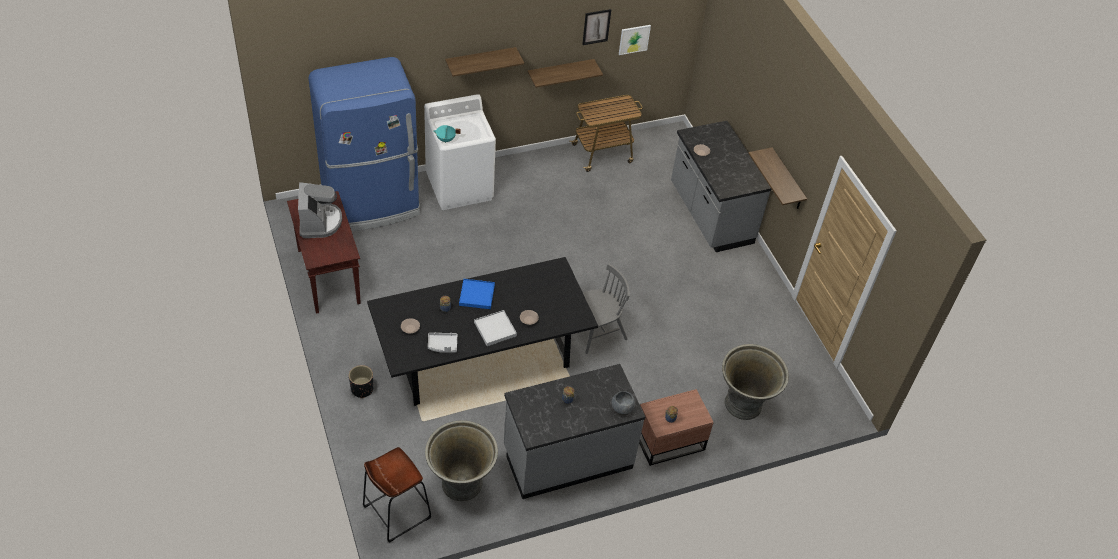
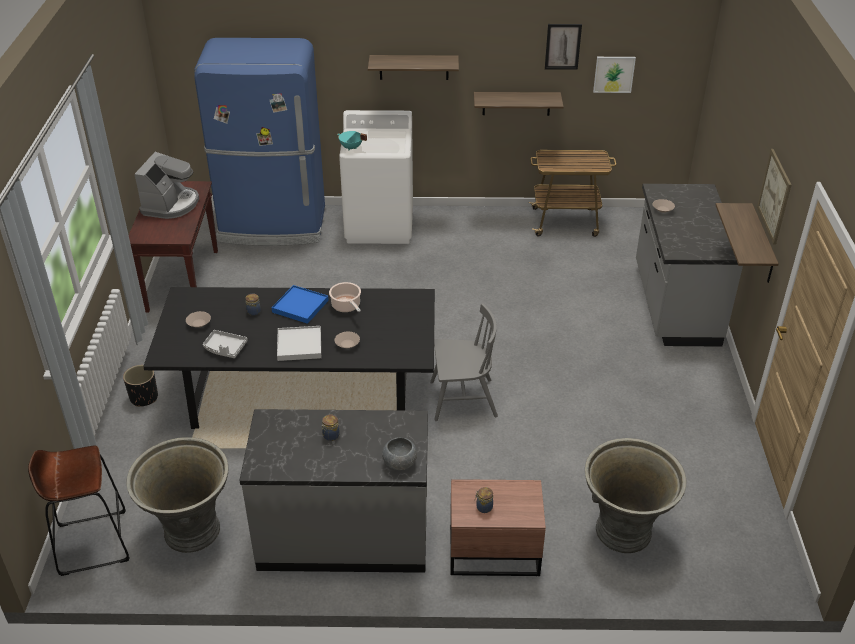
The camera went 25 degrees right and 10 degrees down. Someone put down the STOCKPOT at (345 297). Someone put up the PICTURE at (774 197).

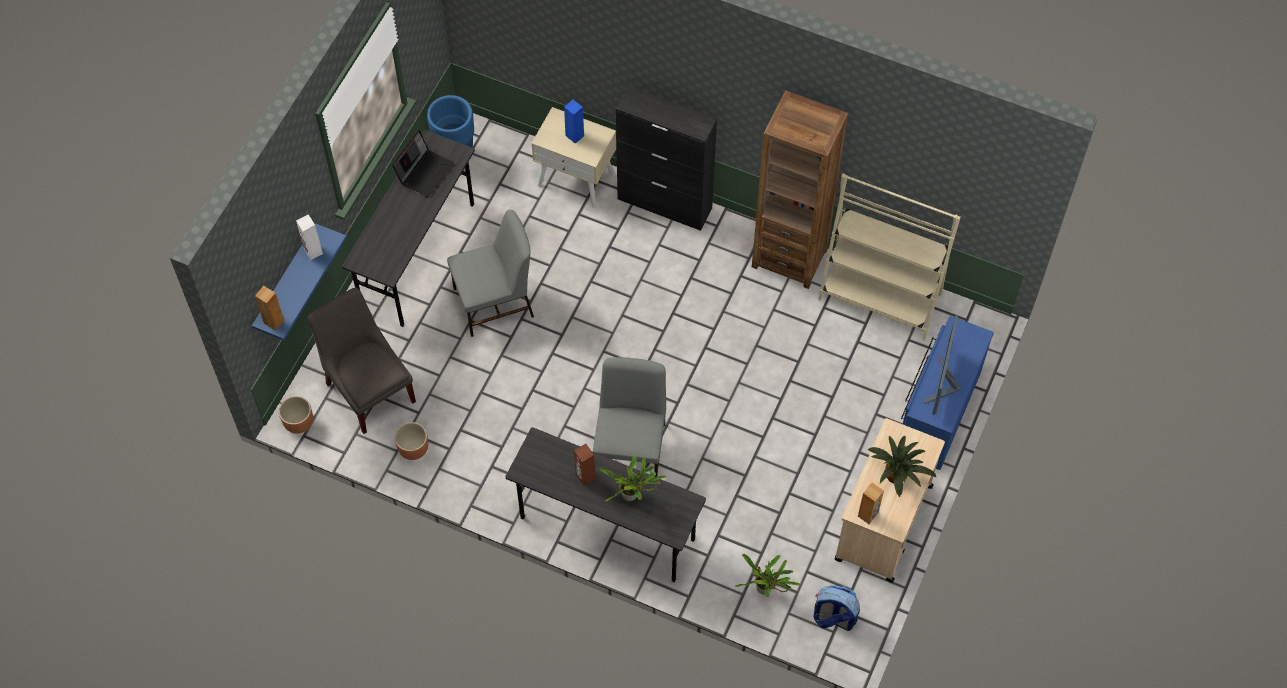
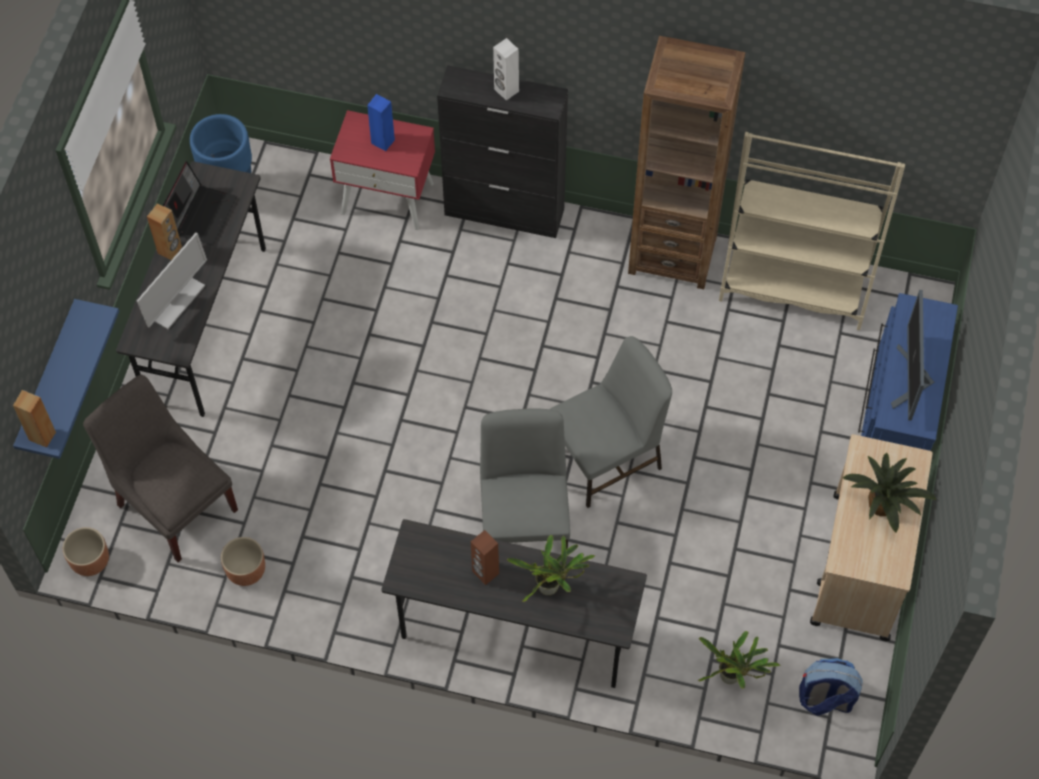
The camera went 10 degrees left and 0 degrees up. Someone carried the WHITISH SPEAKER from (309 237) to (506 69). Someone carried the GREYISH UPRIGHT CHAIR from (490 273) to (611 422). Someone repainted the BEIGE NIGHTSTAND at (574 157), which became the RED-COLOURED NIGHTSTAND at (382 170). Someone carried the BROWNISH SPEAKER from (871 503) to (164 232). Someone put down the MONITOR at (172 281).

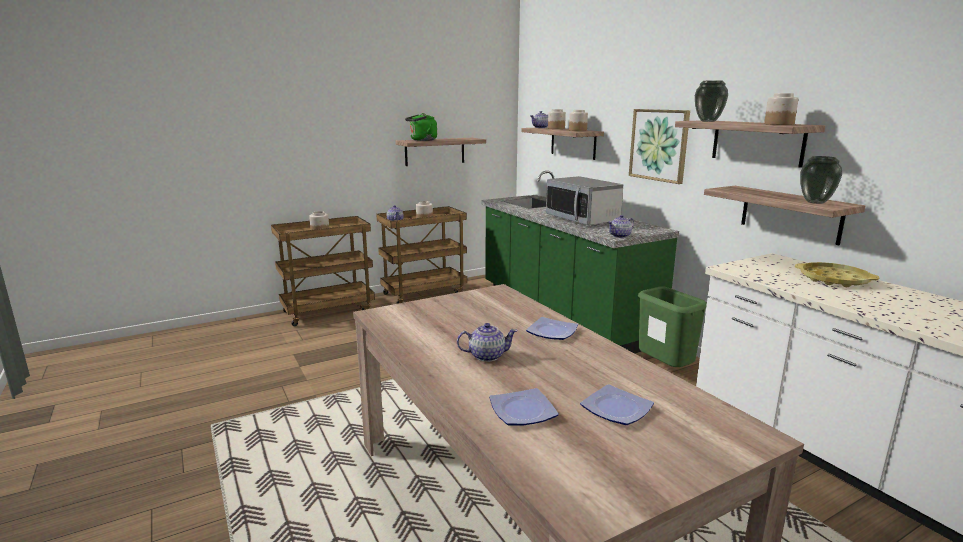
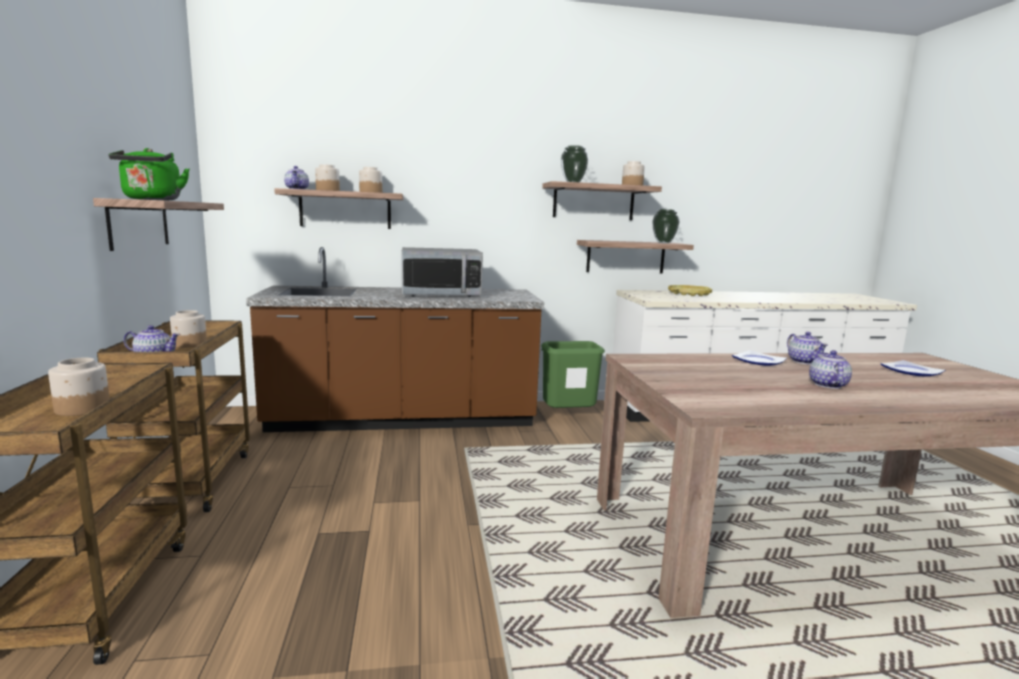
The camera went 70 degrees left and 5 degrees down. Someone repainted the GREENISH KITCHEN BASE UNIT at (580 262), which became the BROWNISH KITCHEN BASE UNIT at (395 339). Someone took away the PLATE at (524 407). Someone carried the TEA POT from (621 226) to (807 348). Someone took away the PICTURE at (659 146).

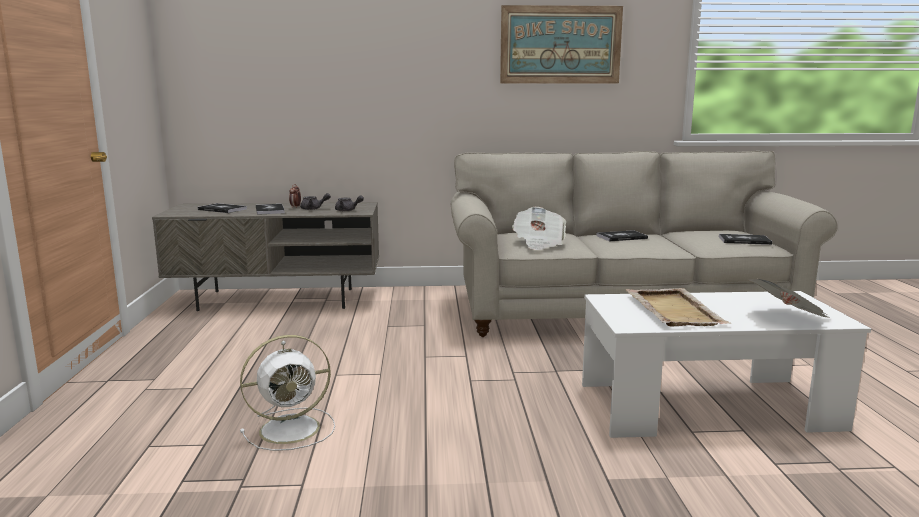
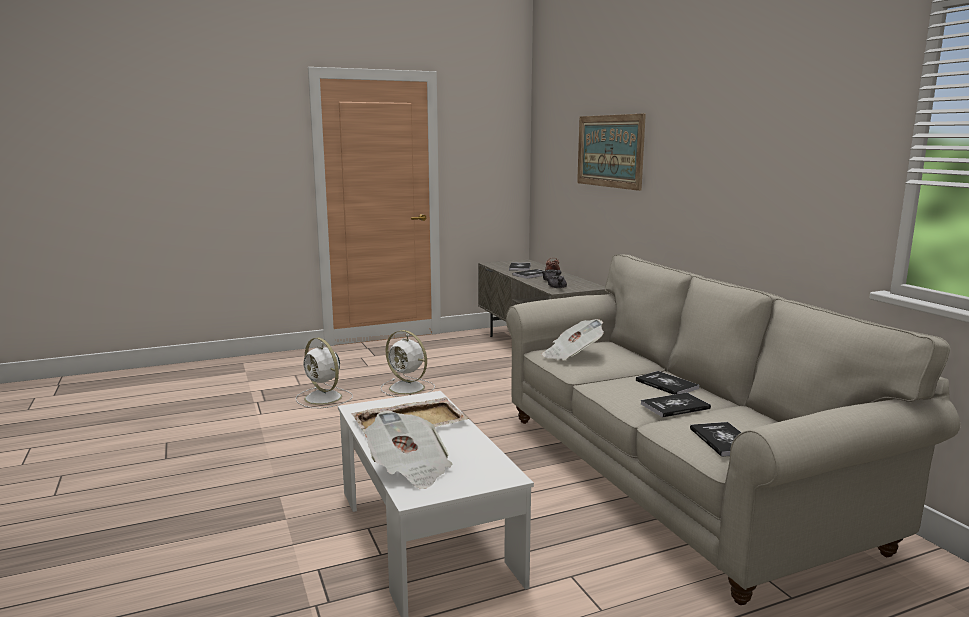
The camera went 70 degrees right and 0 degrees up. Someone carried the PICTURE from (561 44) to (611 152). Someone put down the WHITISH COOLING FAN at (408 363). Someone put down the VOLUME at (676 405).

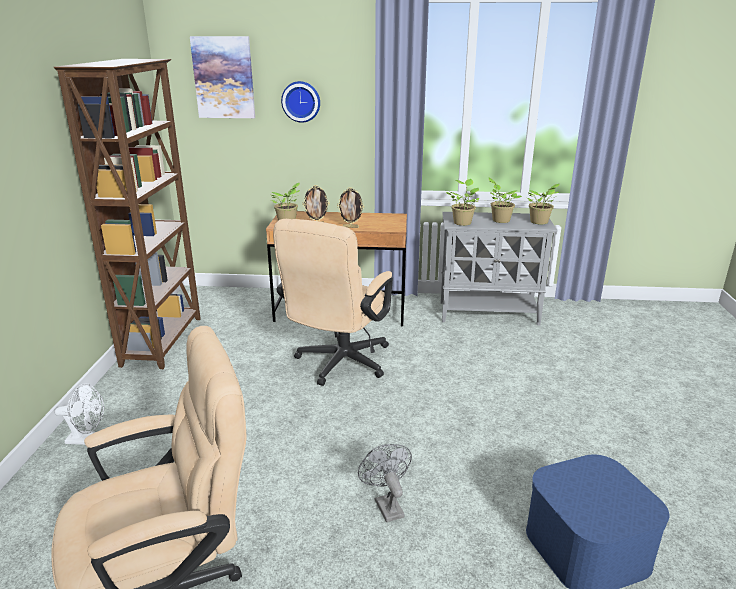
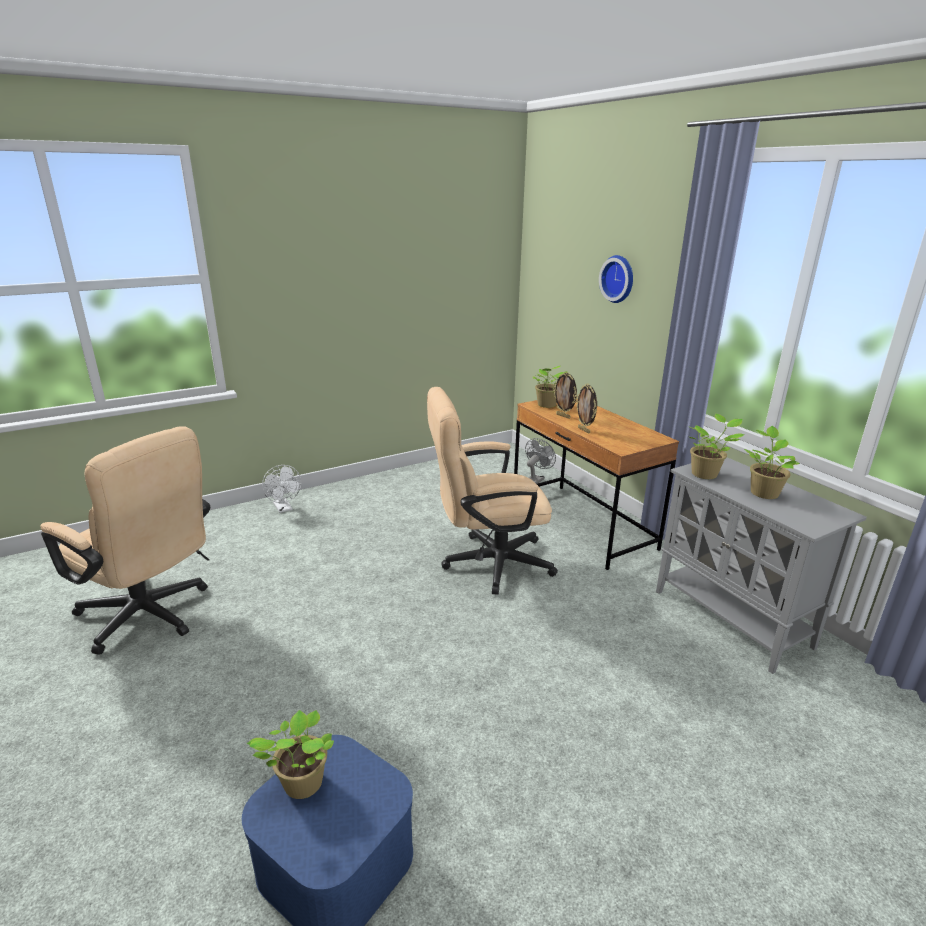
The camera went 55 degrees right and 0 degrees up. Someone took away the BROWNISH BOOKSHELF at (127 214). Someone took away the PICTURE at (222 77). Someone carried the GREYISH COOLING FAN from (385 483) to (540 461). Someone carried the PLANT IN A POT from (543 204) to (290 754).

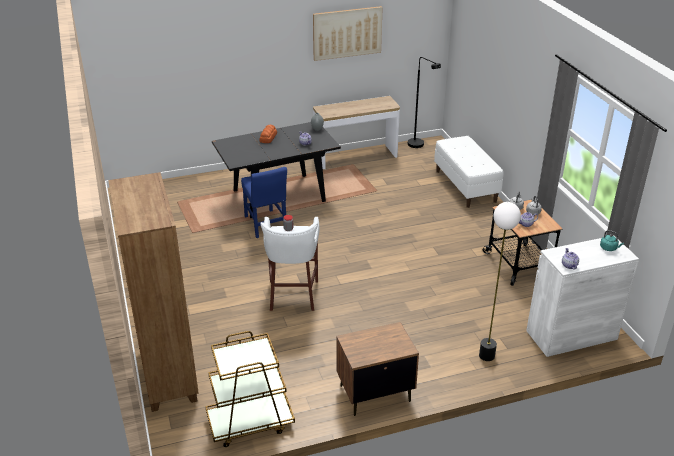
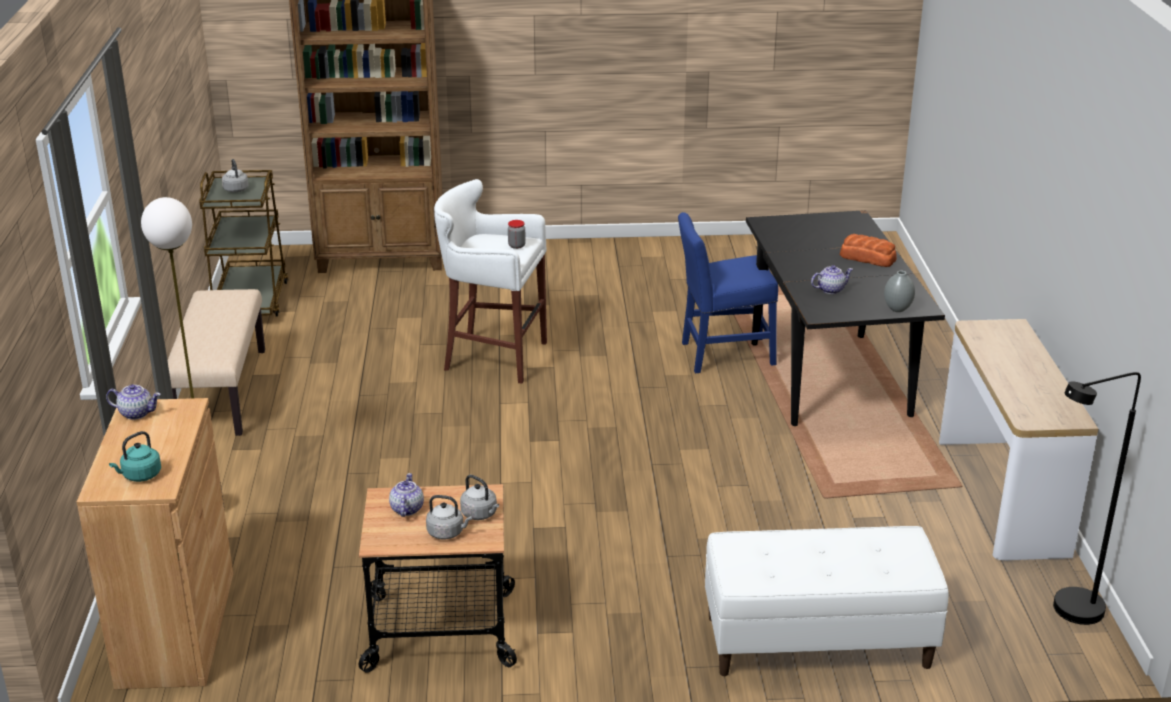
The camera went 105 degrees right and 5 degrees down. Someone took away the PICTURE at (348 33). Someone swapped the BROWNISH NIGHTSTAND at (377 369) for the BEIGE LONG SEAT at (216 362). Someone repainted the WHITISH STORAGE CABINET at (582 296), which became the BROWNISH STORAGE CABINET at (155 543). Someone put down the GREYISH TEA KETTLE at (235 176).

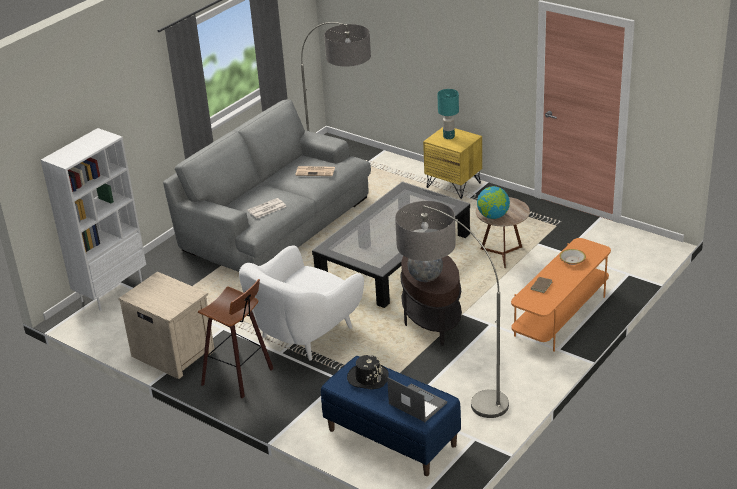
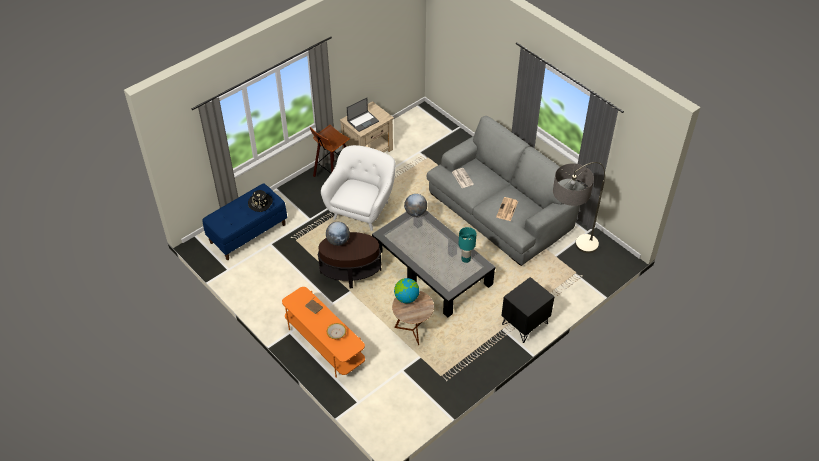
The camera went 100 degrees right and 15 degrees up. Someone took away the WHITISH BOOKSHELF at (93 219). Someone rotated the WHITISH LOUNGE CHAIR at (301 303) by 60 degrees clockwise. Someone carried the PORTABLE COMPUTER from (417 399) to (363 115). Someone took away the FLOOR LAMP at (452 309). Someone repainted the YELLOW NIGHTSTAND at (452 163), which became the BLACK NIGHTSTAND at (528 310). Someone carried the TURQUOISE LAMP FOR A TABLE from (448 114) to (467 245). Someone put down the GLOBE at (415 205).

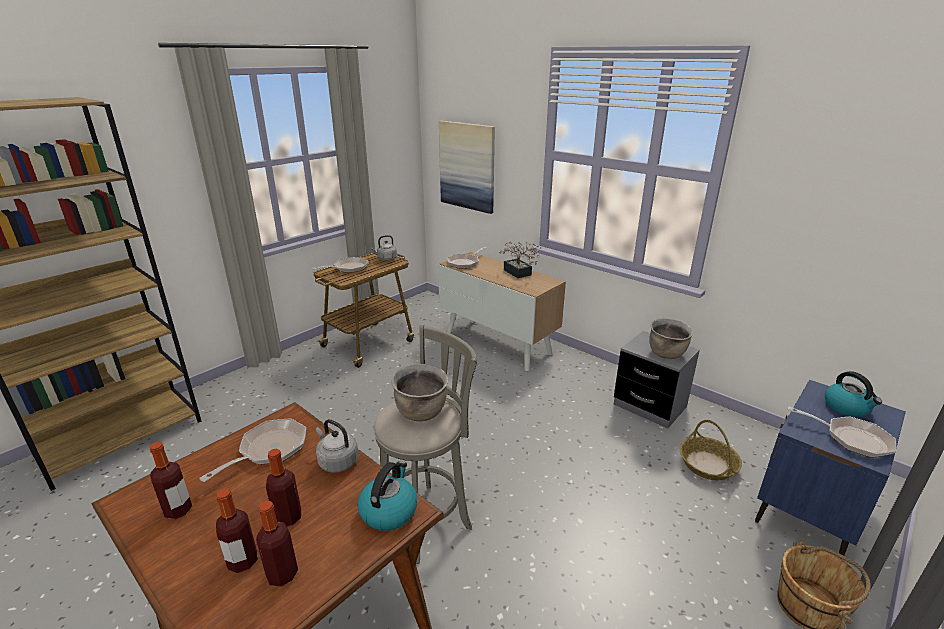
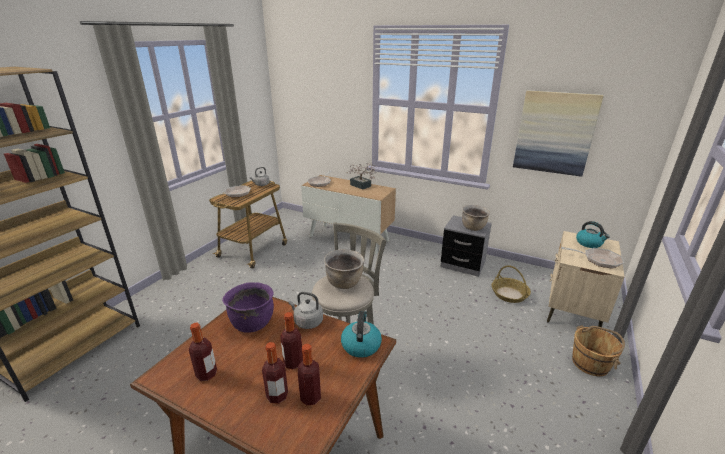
The camera went 15 degrees left and 0 degrees up. Someone swapped the FRYING PAN at (252 450) for the PURPLE-COLOURED STOCKPOT at (248 308). Someone carried the PICTURE from (467 167) to (558 133). Someone repainted the BLUE NIGHTSTAND at (830 470), which became the BEIGE NIGHTSTAND at (586 279).

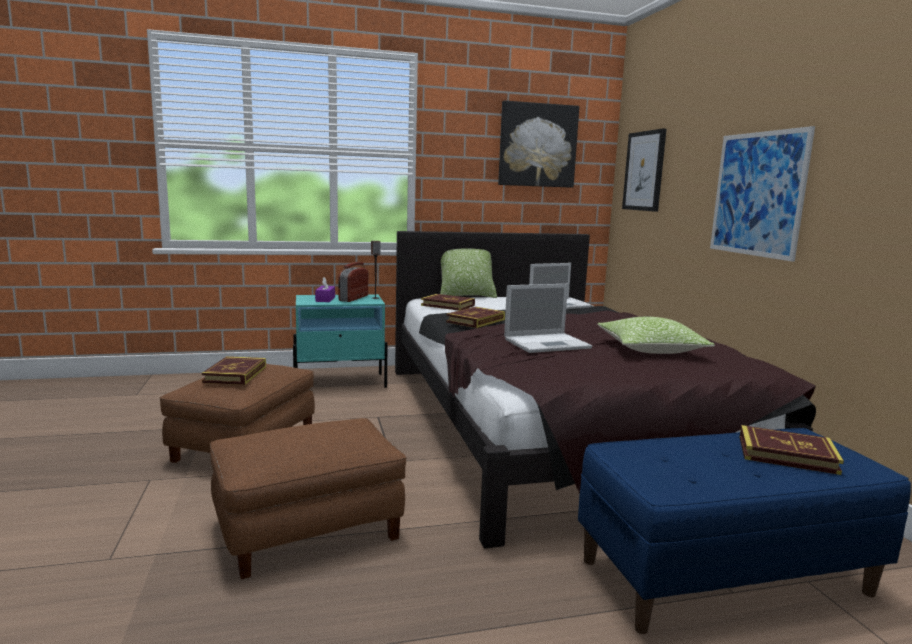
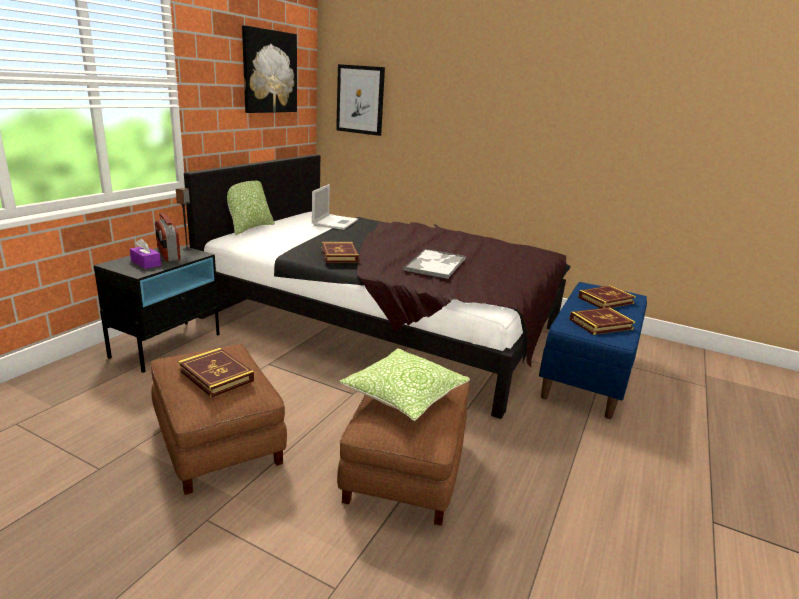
The camera went 50 degrees left and 10 degrees up. Someone repainted the TURQUOISE NIGHTSTAND at (340 341), which became the BLACK NIGHTSTAND at (157 309). Someone carried the VOLUME from (448 302) to (602 321). Someone swapped the PORTABLE COMPUTER at (548 318) for the CARRYING TRAY at (434 264). Someone carried the CUSHION from (656 335) to (404 384). Someone took away the PICTURE at (762 194).

